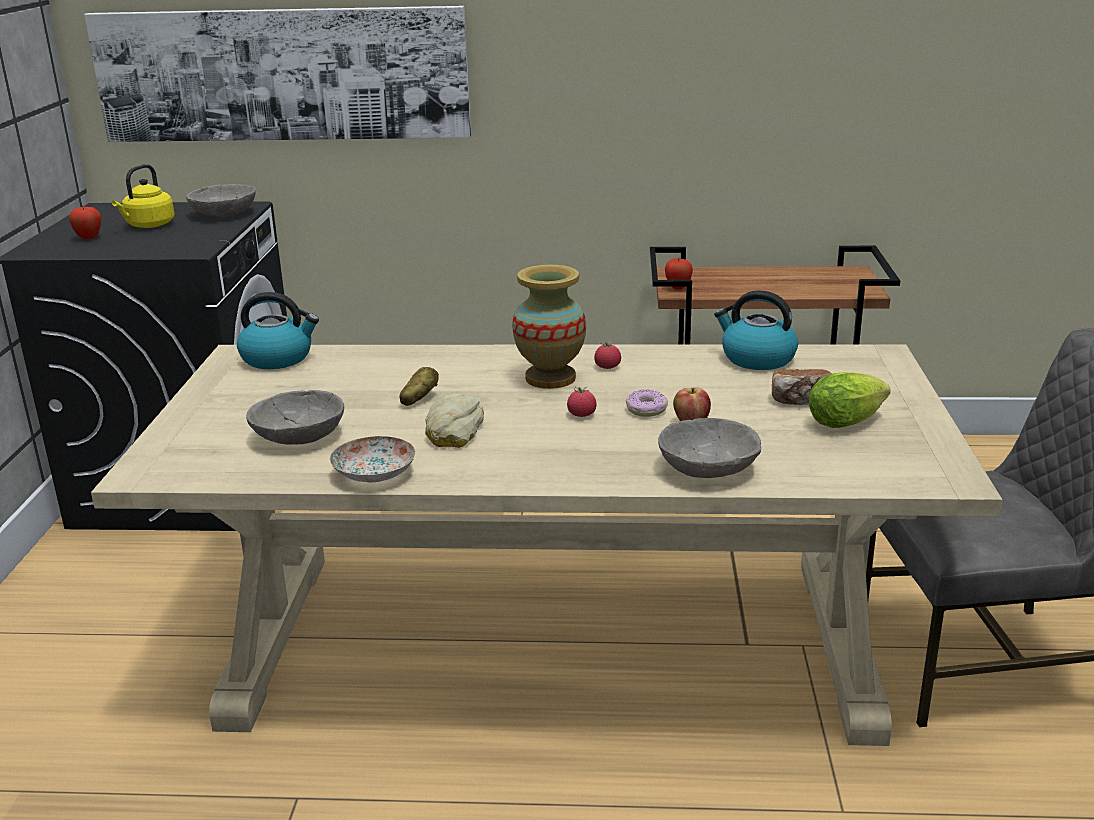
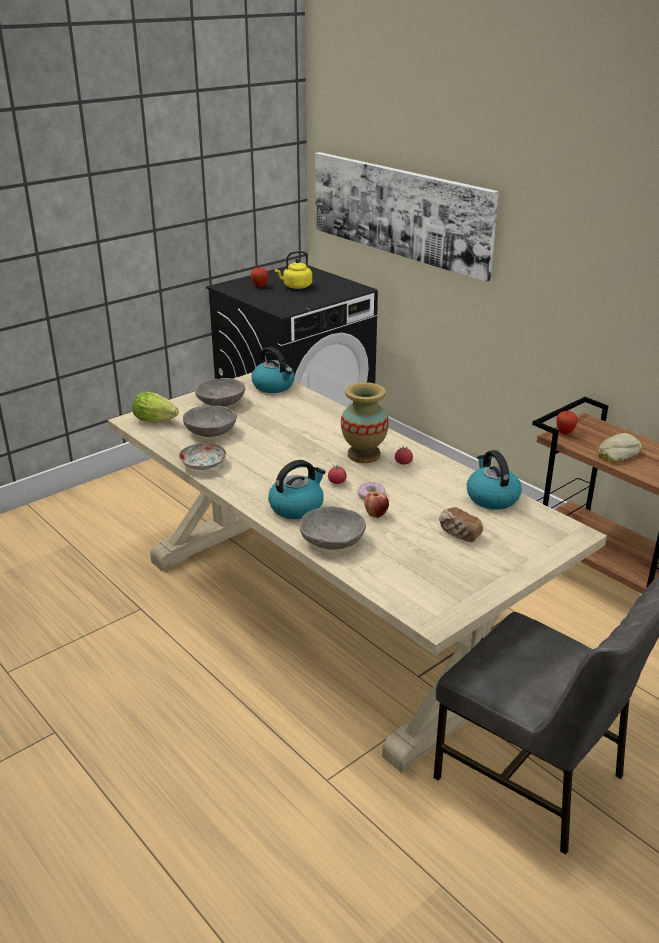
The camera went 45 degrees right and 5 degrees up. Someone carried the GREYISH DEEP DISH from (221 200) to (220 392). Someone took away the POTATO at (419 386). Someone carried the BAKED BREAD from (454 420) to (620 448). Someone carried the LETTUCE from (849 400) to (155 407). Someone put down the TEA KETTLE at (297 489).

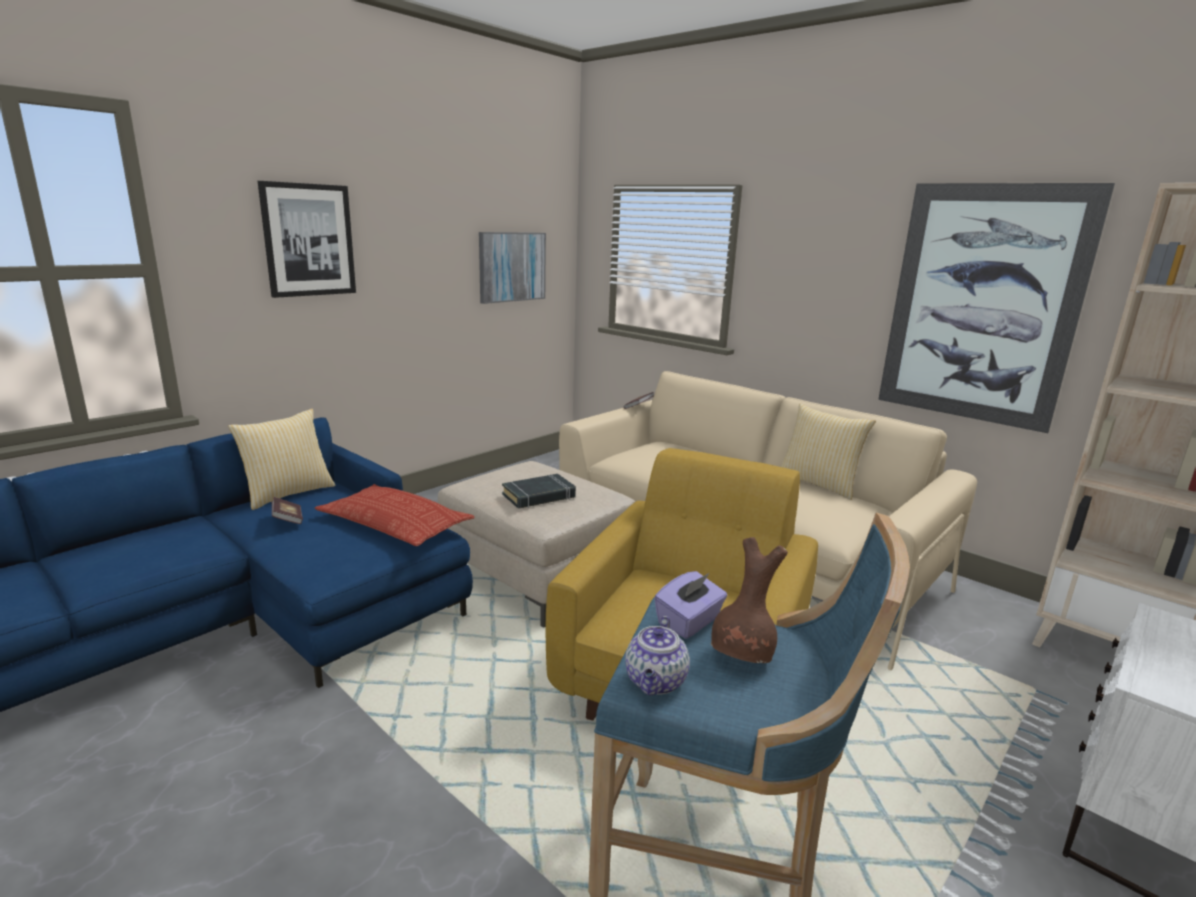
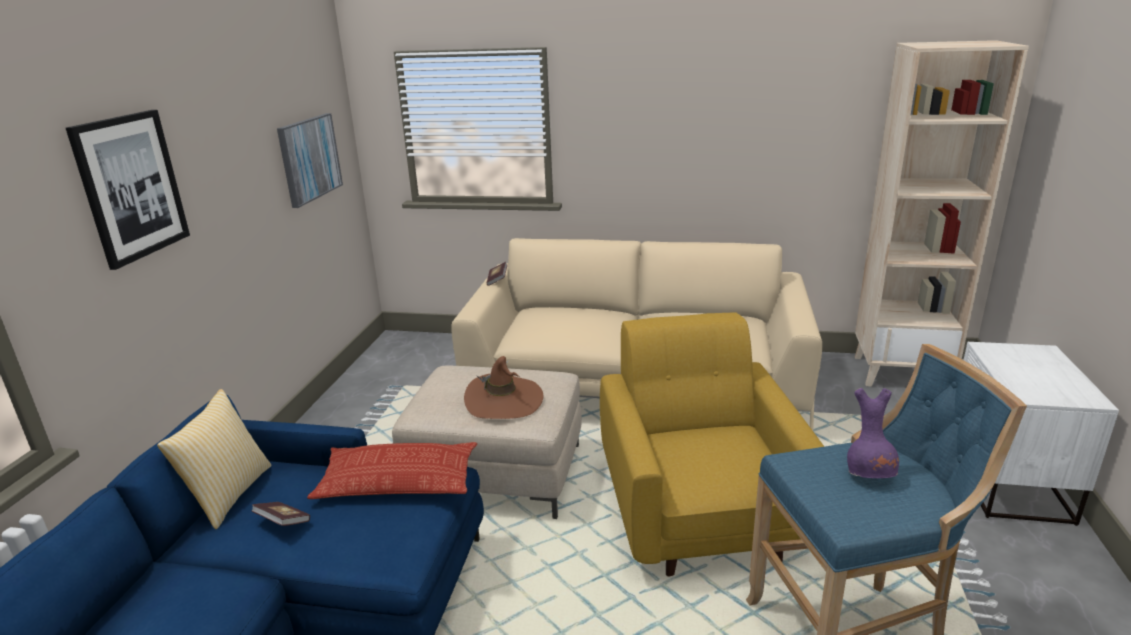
The camera went 30 degrees left and 5 degrees up. Someone swapped the BLACK VOLUME at (539 491) for the BROWNISH HAT at (504 387). Someone took away the TEA POT at (657 655). Someone took away the PURPLE-COLOURED TISSUE HOLDER at (690 605). Someone repainted the BROWNISH VASE at (749 600), which became the PURPLE-COLOURED VASE at (873 433). Someone took away the CUSHION at (828 451). Someone took away the PICTURE at (996 308).

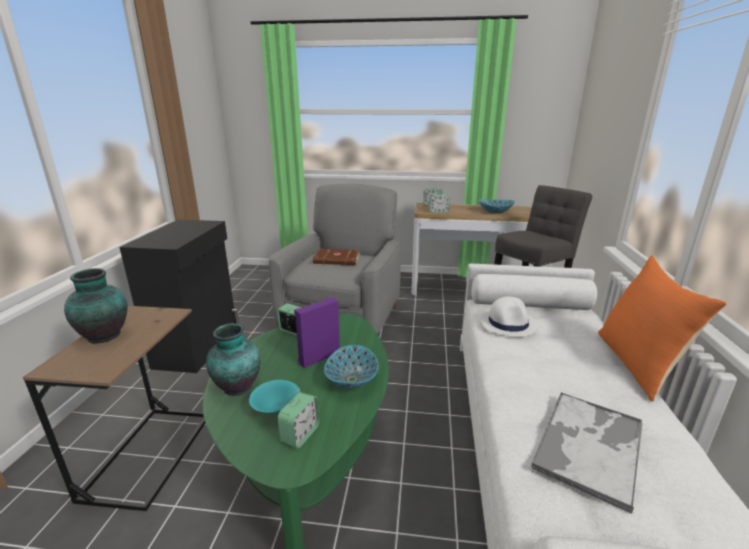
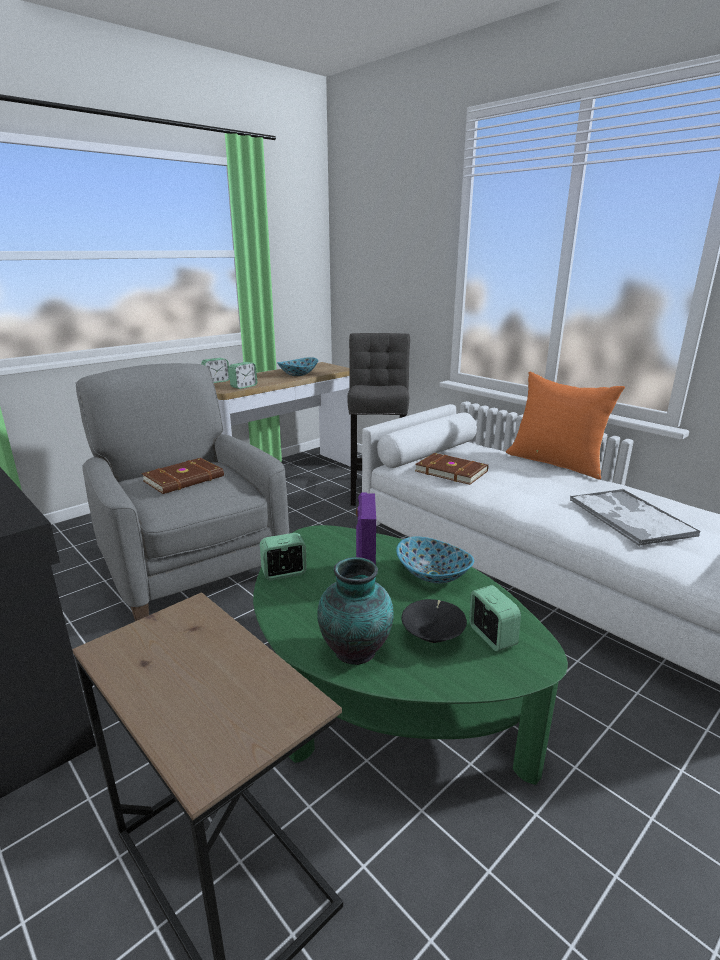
The camera went 50 degrees left and 0 degrees up. Someone took away the VASE at (96 305). Someone repainted the TURQUOISE DEEP DISH at (274 397), which became the BLACK DEEP DISH at (434 621). Someone swapped the WHITISH HAT at (509 316) for the BROWNISH VOLUME at (451 469).

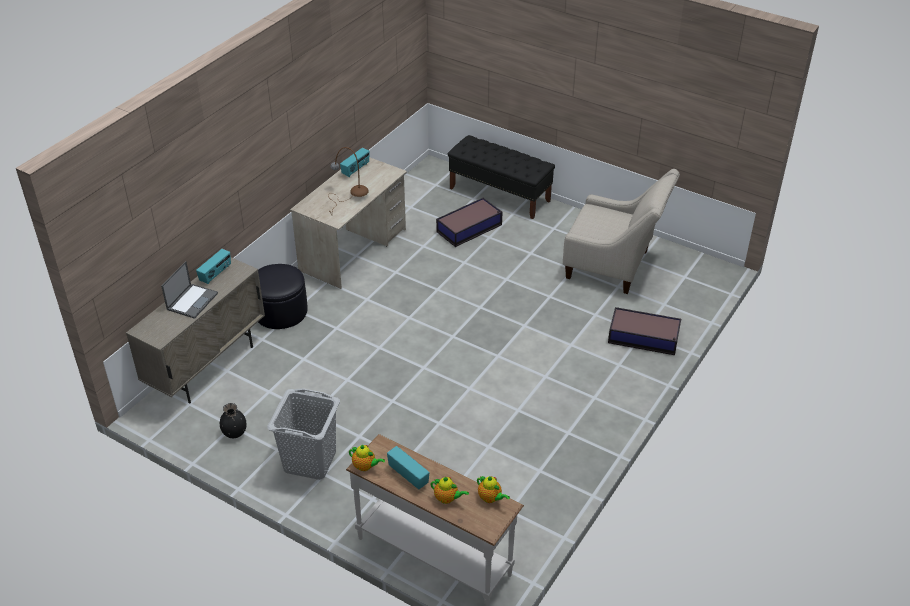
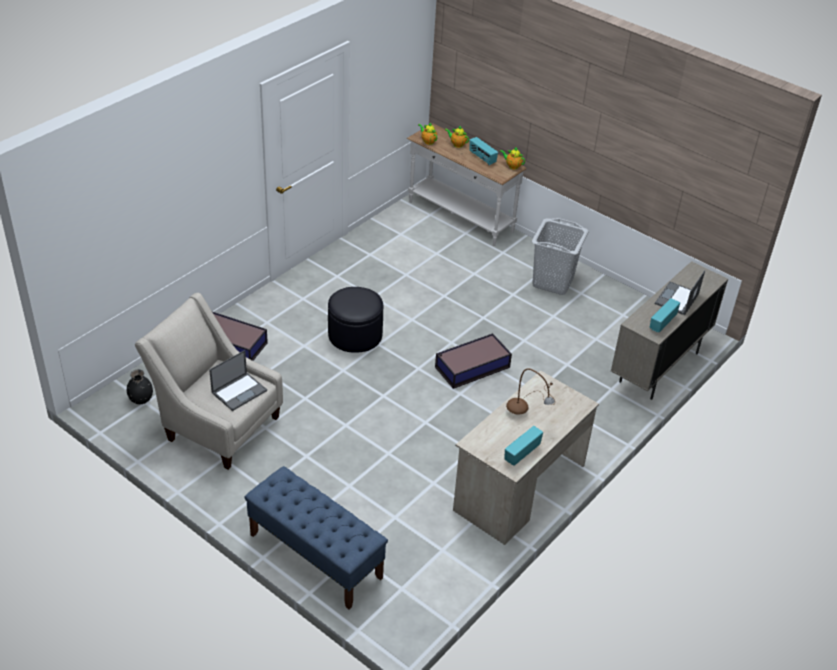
The camera went 175 degrees left and 0 degrees up. Someone carried the BLACK VASE from (233 420) to (140 386). Someone carried the BLACK POUFFE from (283 296) to (356 320). Someone carried the STORAGE CONTAINER from (469 222) to (473 361). Someone repainted the BLACK LONG SEAT at (501 177), which became the BLUE LONG SEAT at (316 538). Someone put down the PORTABLE COMPUTER at (238 380).

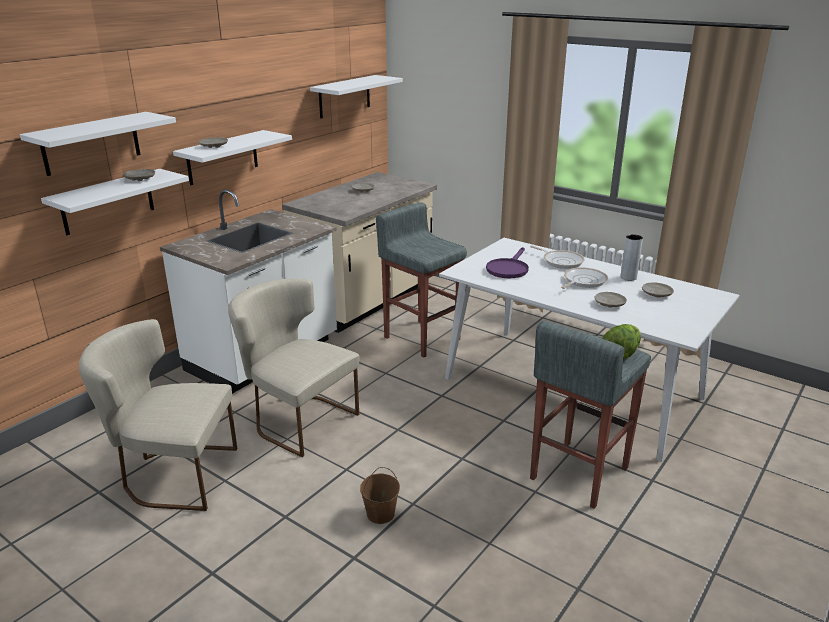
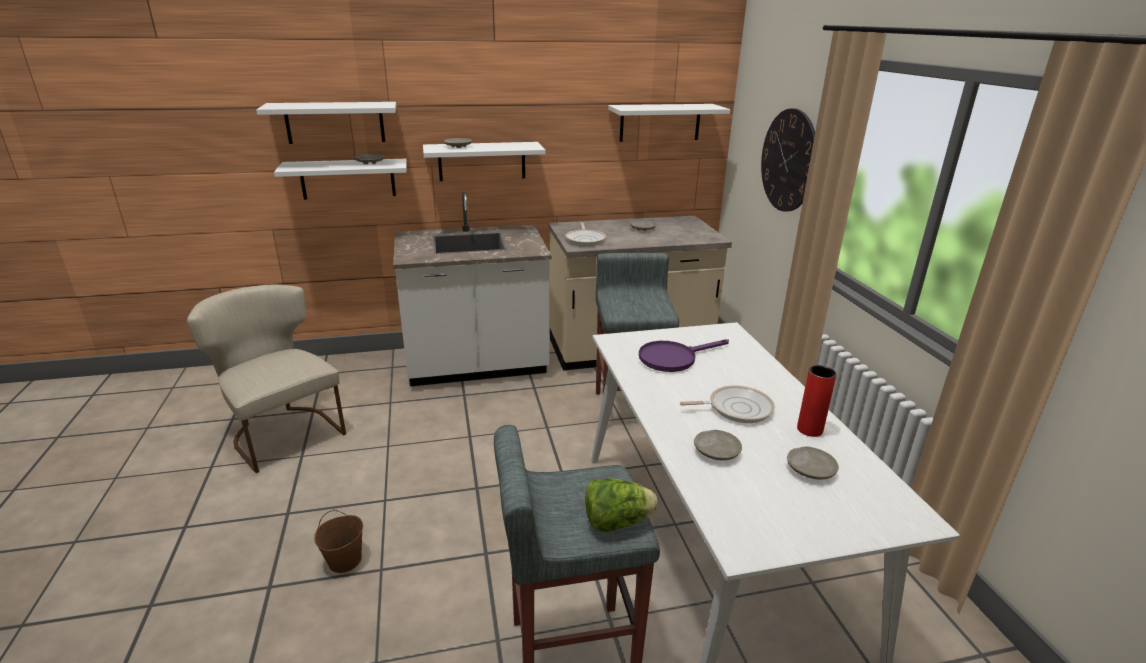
The camera went 40 degrees right and 0 degrees up. Someone took away the BEIGE UPRIGHT CHAIR at (293 368). Someone carried the FRYING PAN from (557 257) to (586 234). Someone repainted the GREYISH VASE at (631 257), which became the RED-COLOURED VASE at (817 401). Someone put up the WALL CLOCK at (788 160).

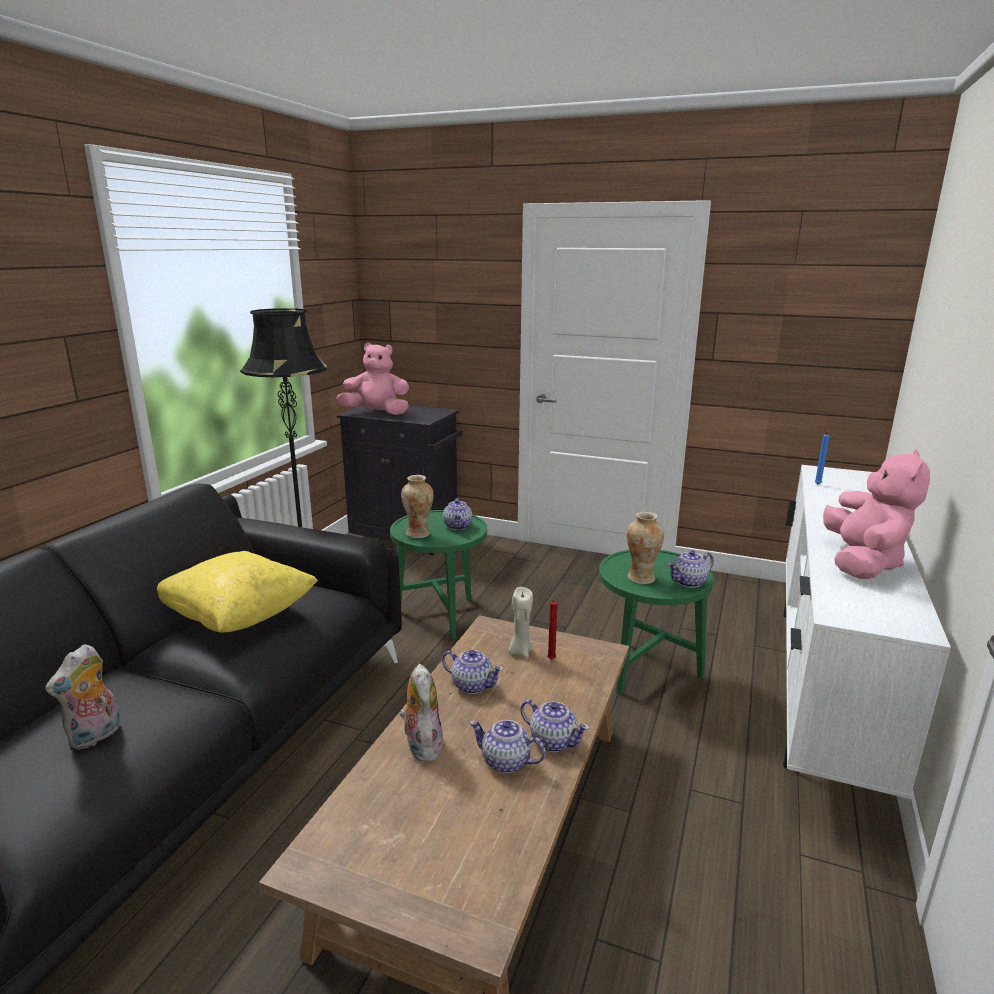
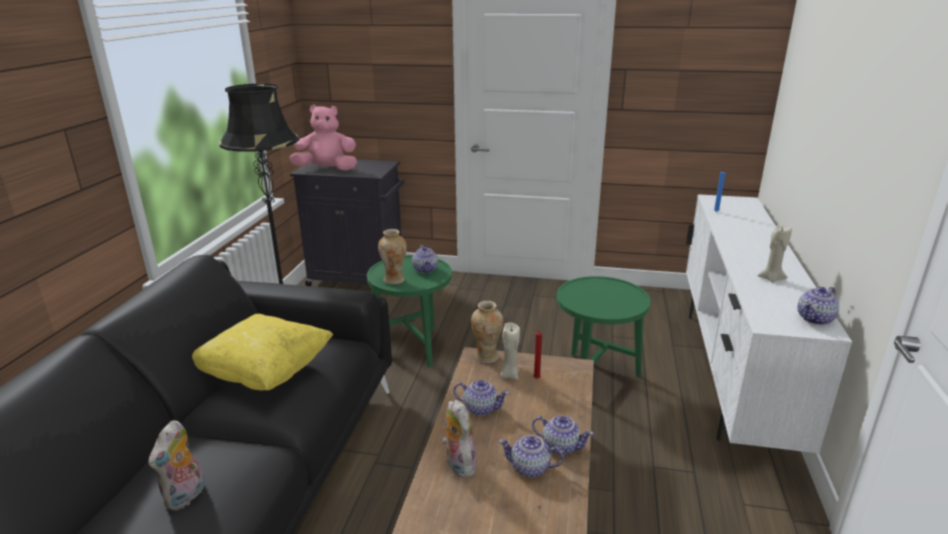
The camera went 10 degrees left and 5 degrees up. Someone carried the VASE from (645 548) to (487 332). Someone carried the TEA POT from (691 569) to (818 306). Someone swapped the PINKISH PLUSH TOY at (876 514) for the BEIGE CANDLE at (774 254).

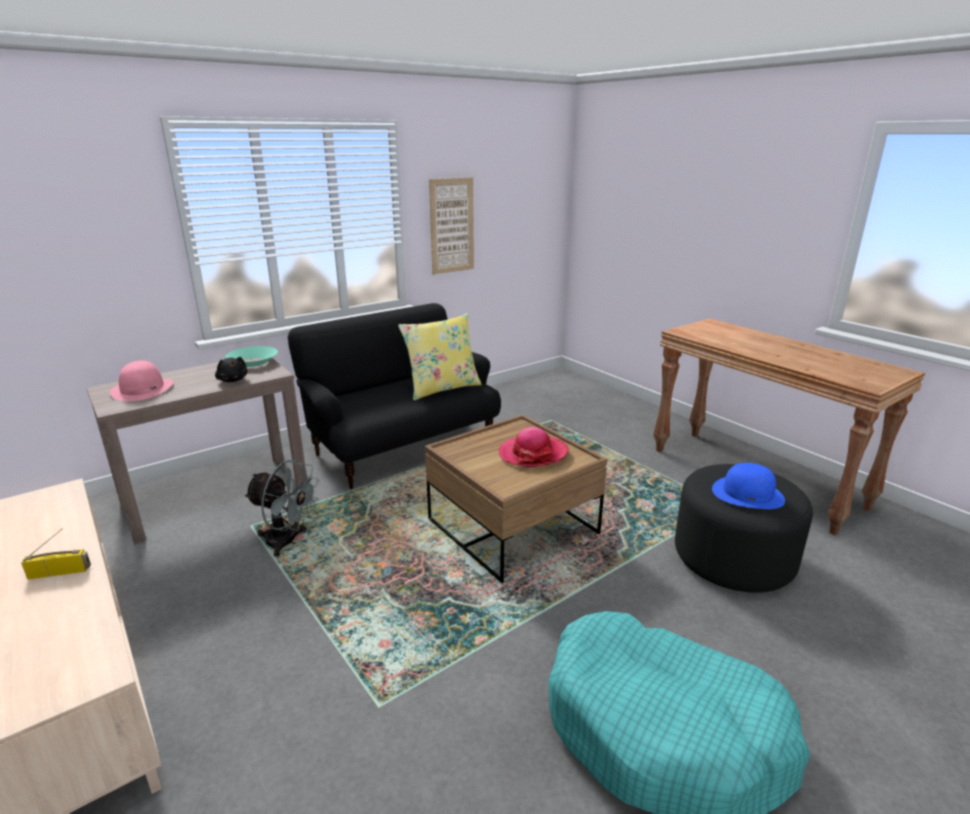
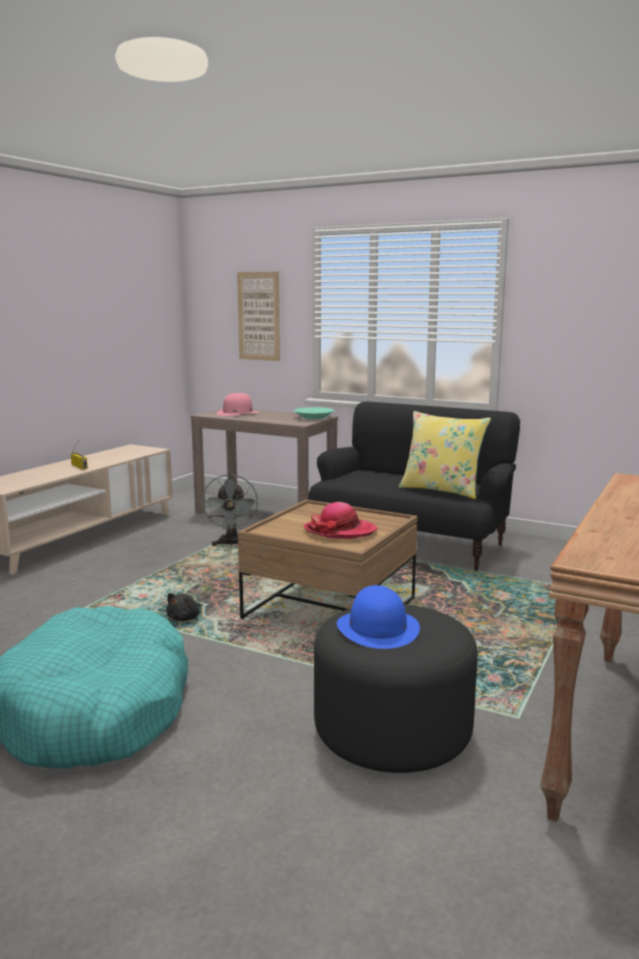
The camera went 65 degrees right and 10 degrees down. Someone carried the BLACK PLUSH TOY from (231 369) to (183 607). Someone carried the PICTURE from (451 226) to (258 316).

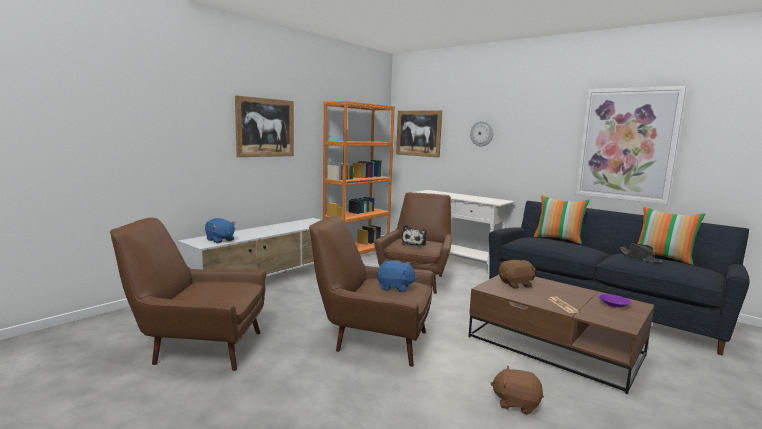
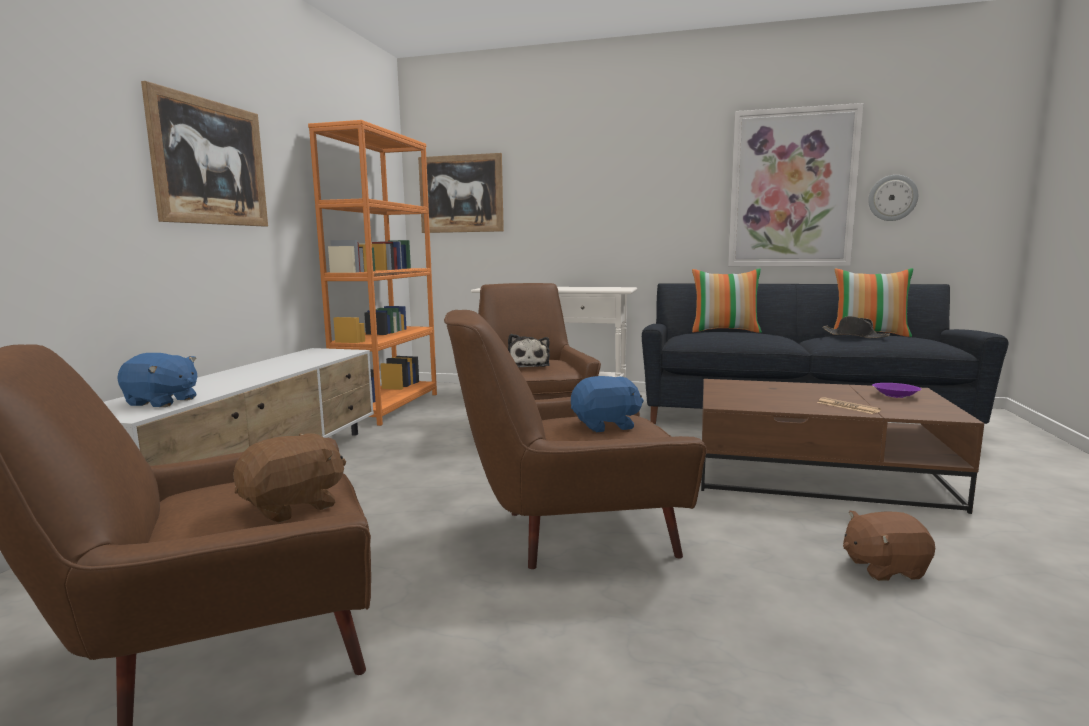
The camera went 25 degrees left and 0 degrees up. Someone carried the WALL CLOCK from (481 133) to (893 198). Someone carried the BROWNISH PLUSH TOY from (517 274) to (289 478).

